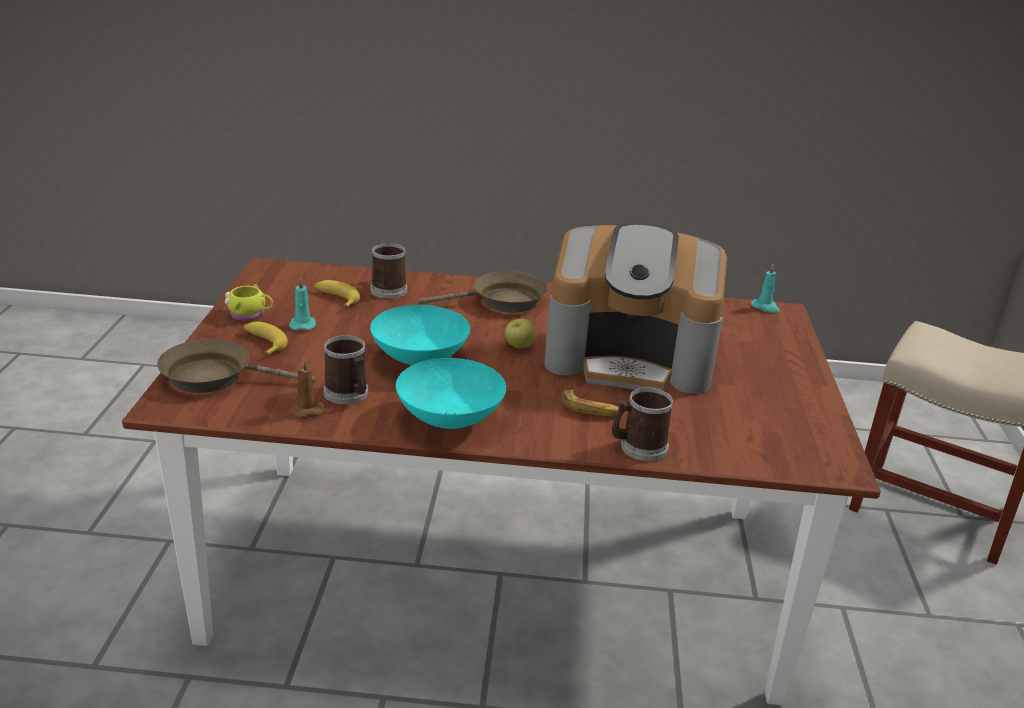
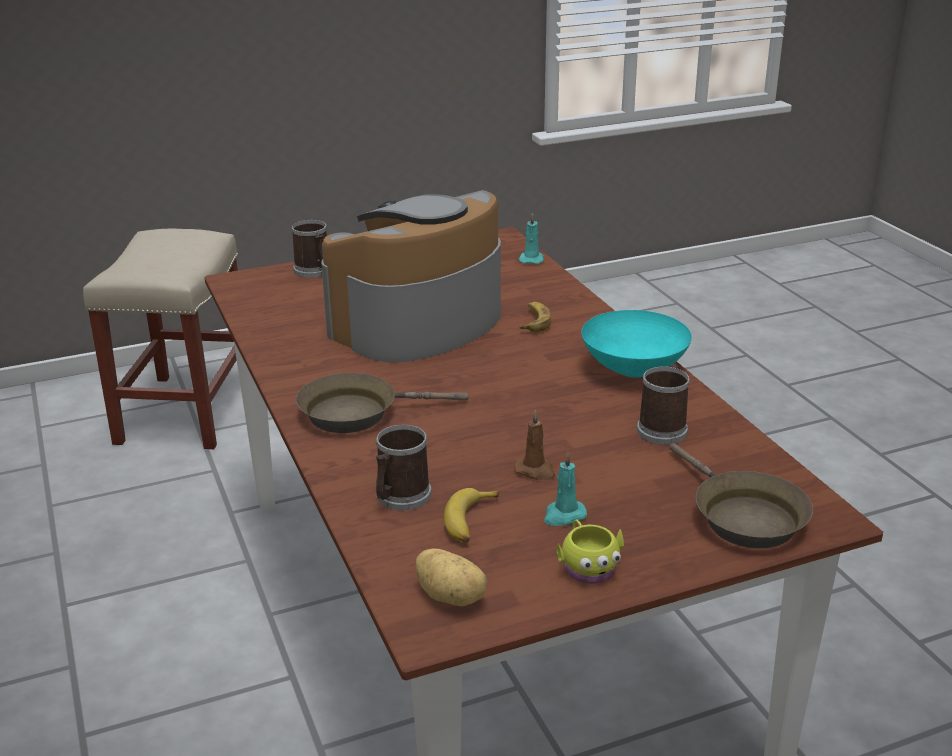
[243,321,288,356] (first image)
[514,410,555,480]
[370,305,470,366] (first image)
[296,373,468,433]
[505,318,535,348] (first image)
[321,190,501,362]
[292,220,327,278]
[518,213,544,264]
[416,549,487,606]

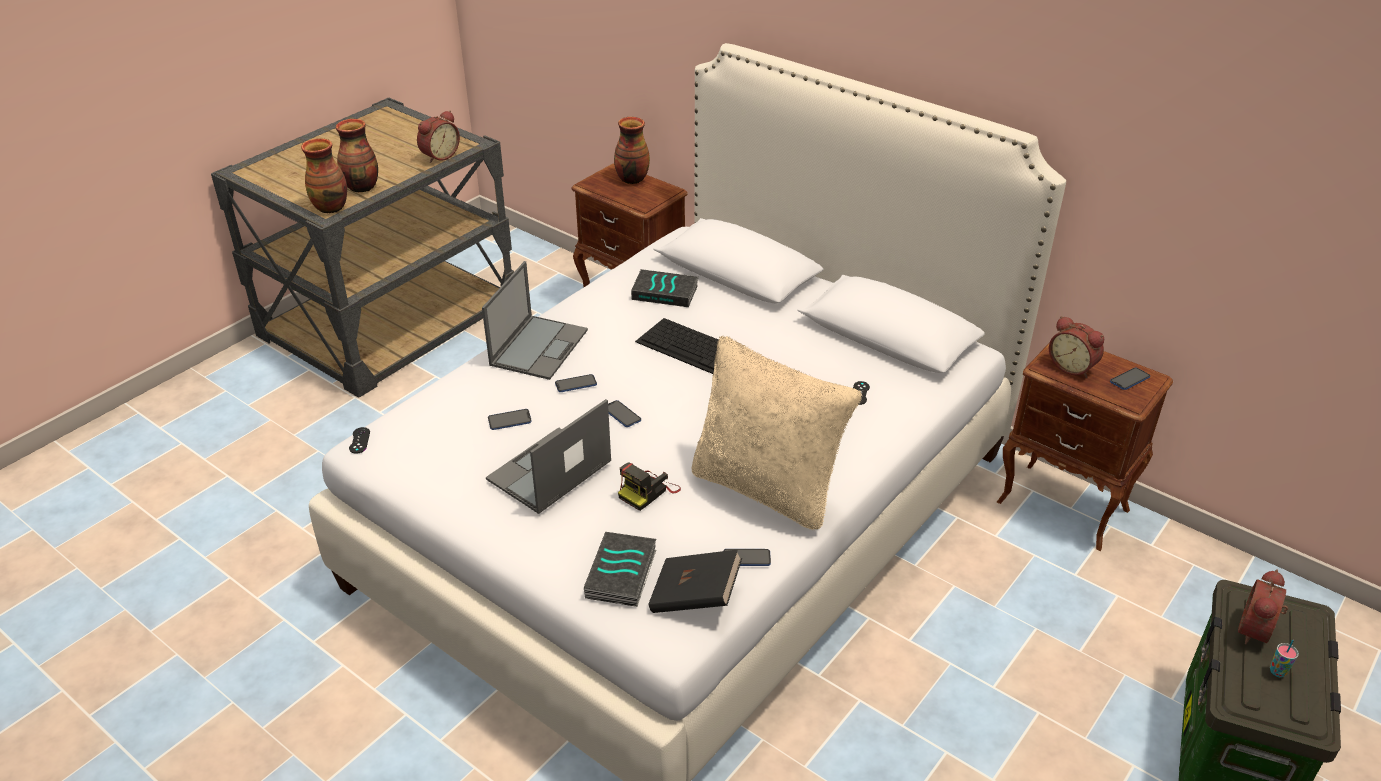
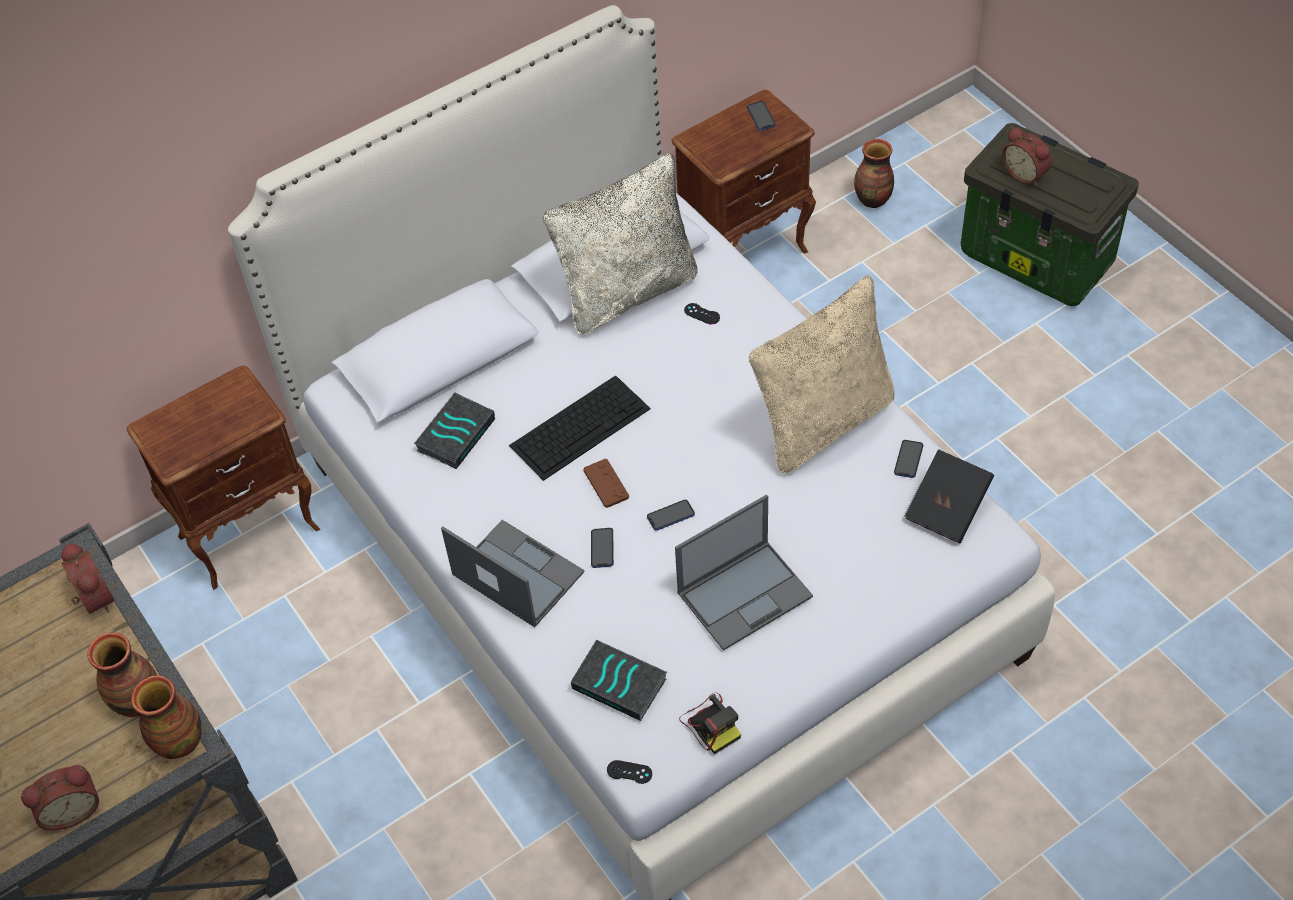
[675,494,813,651]
[488,409,532,430] (first image)
[571,640,667,721]
[854,139,894,208]
[679,692,741,754]
[21,765,99,830]
[1270,640,1299,677] (first image)
[542,152,698,335]
[583,458,629,508]

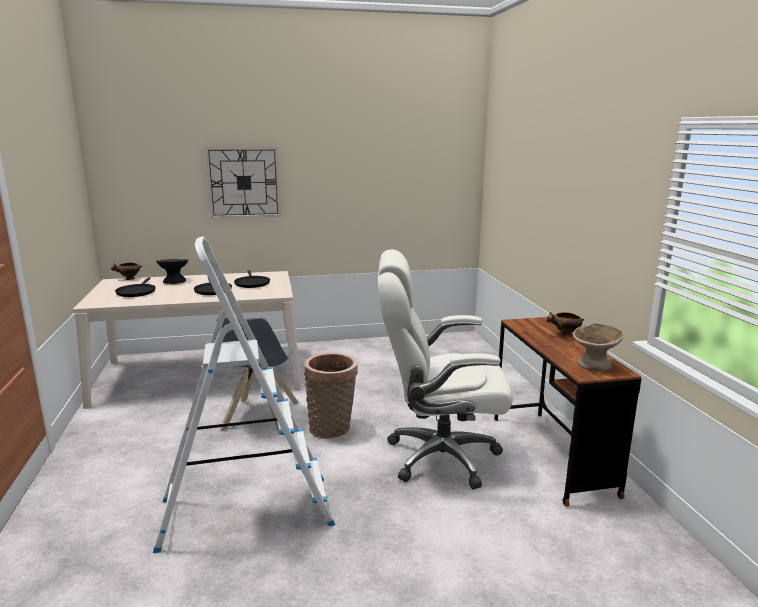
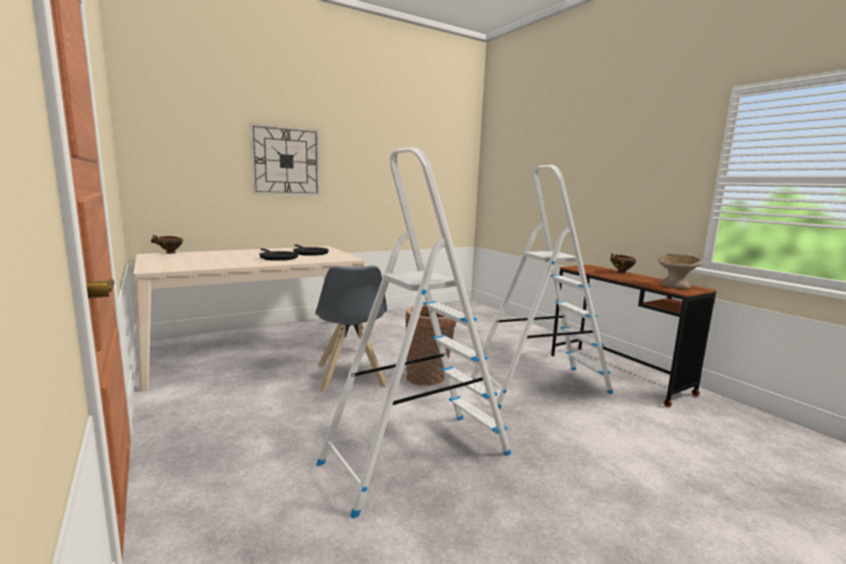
[115,277,156,297] (first image)
[156,259,189,284] (first image)
[470,165,613,409]

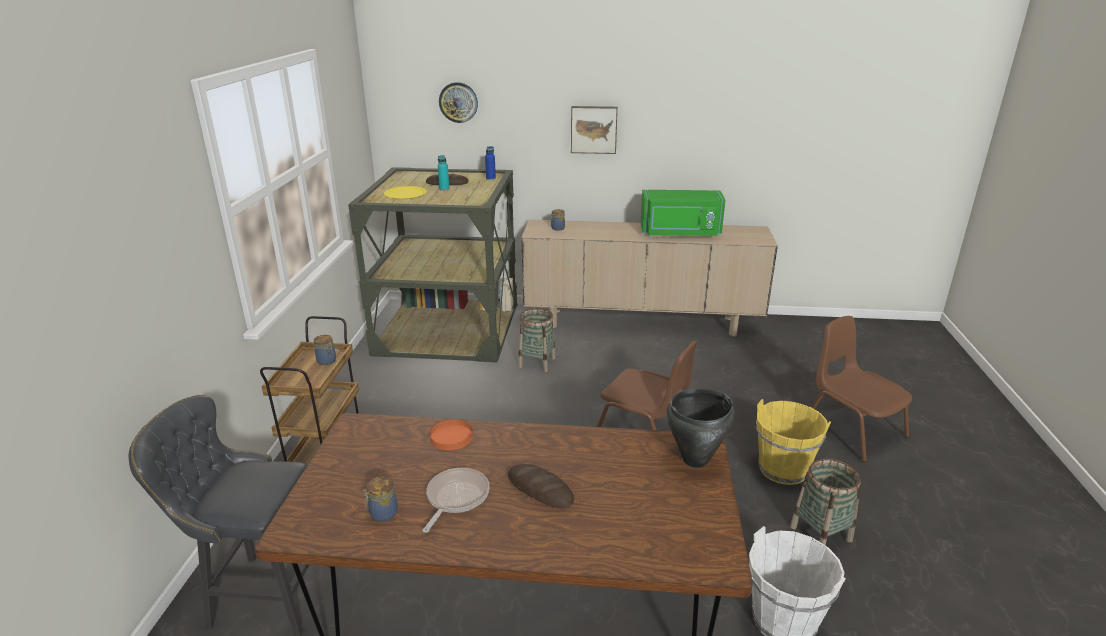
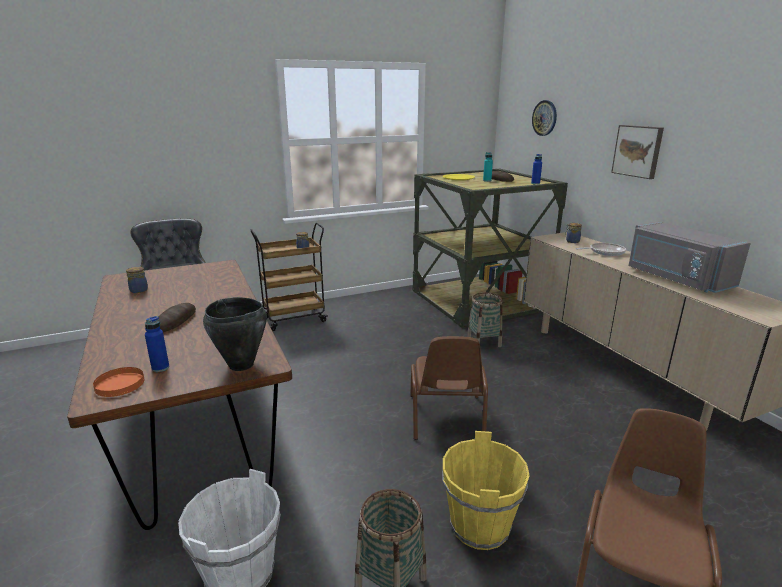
[575,243,626,256]
[93,367,144,397]
[628,221,751,293]
[145,316,169,372]

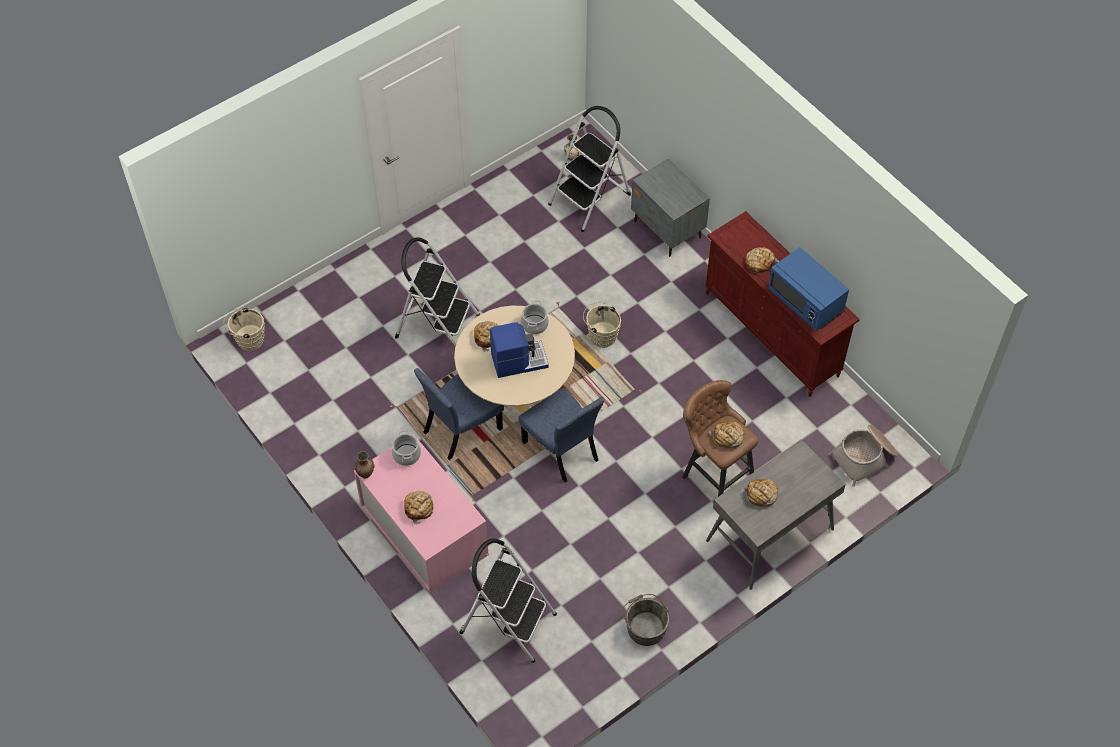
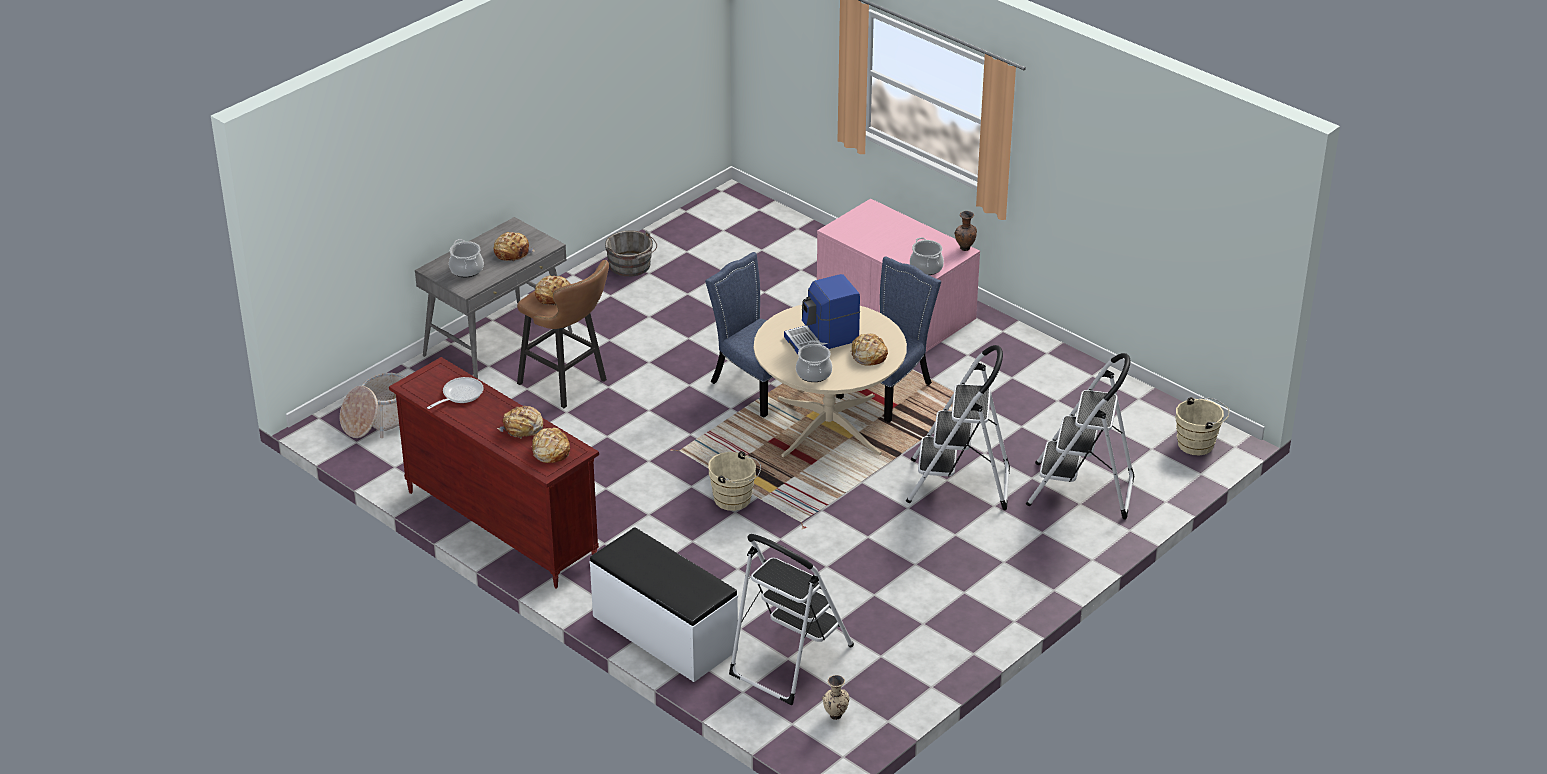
[531,428,570,463]
[1026,353,1134,520]
[590,528,738,682]
[427,377,484,409]
[449,239,484,277]

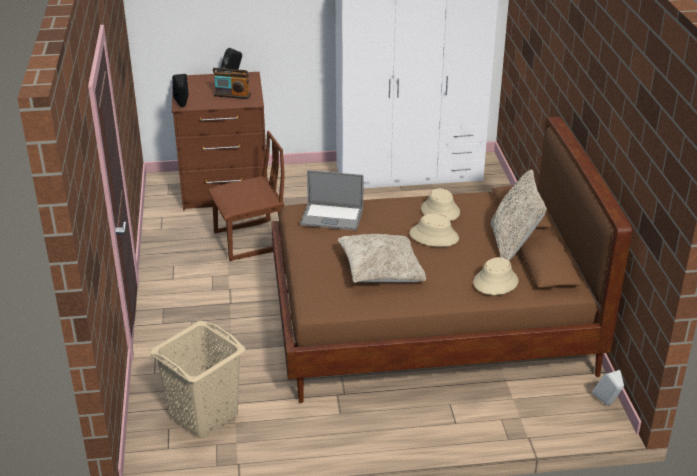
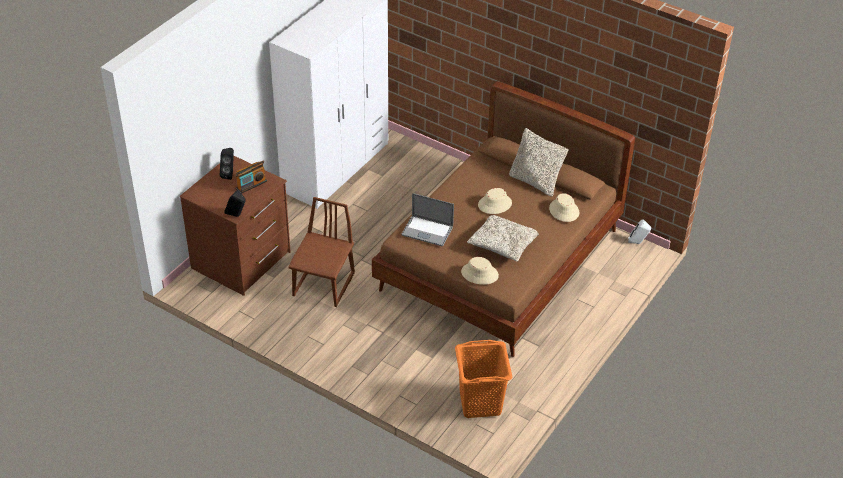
[455,340,512,418]
[401,193,454,247]
[461,257,499,285]

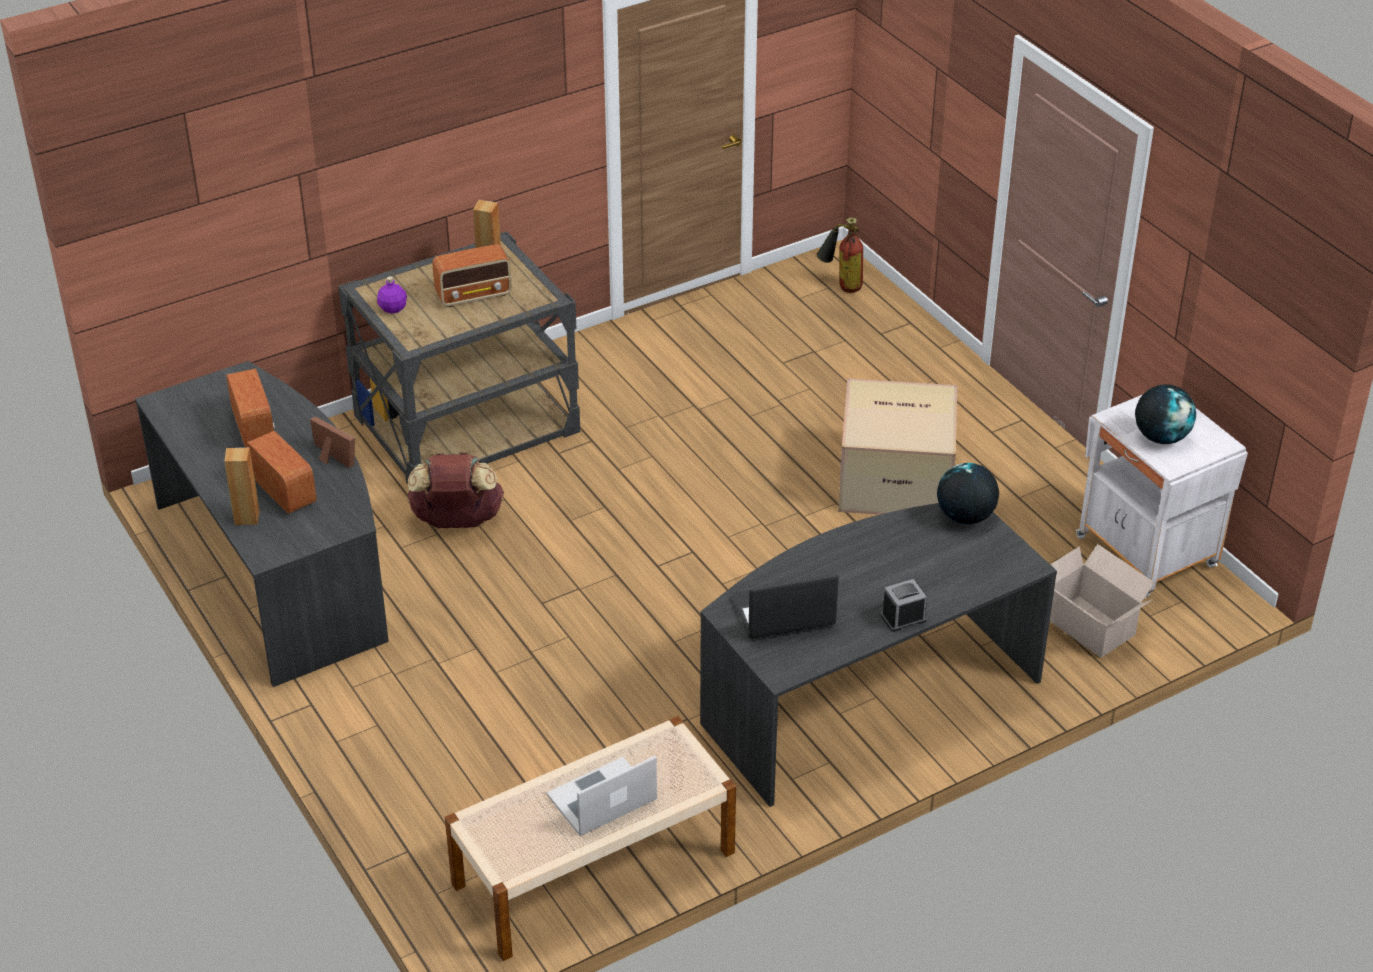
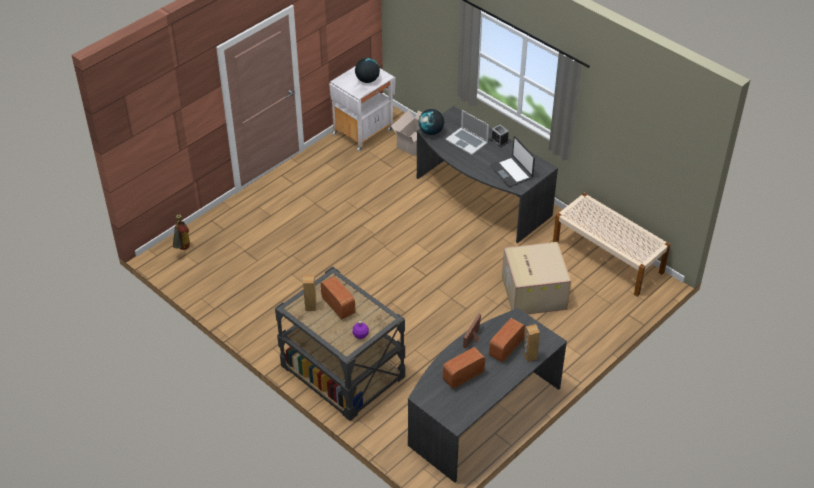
[408,452,504,528] (first image)
[445,110,489,155]
[502,242,571,314]

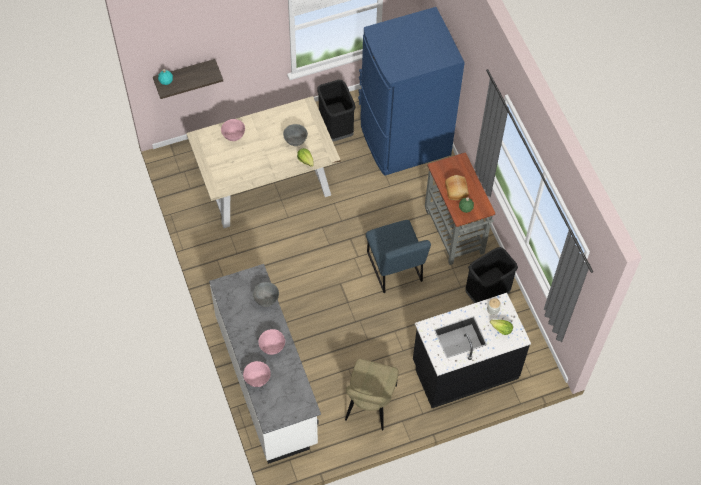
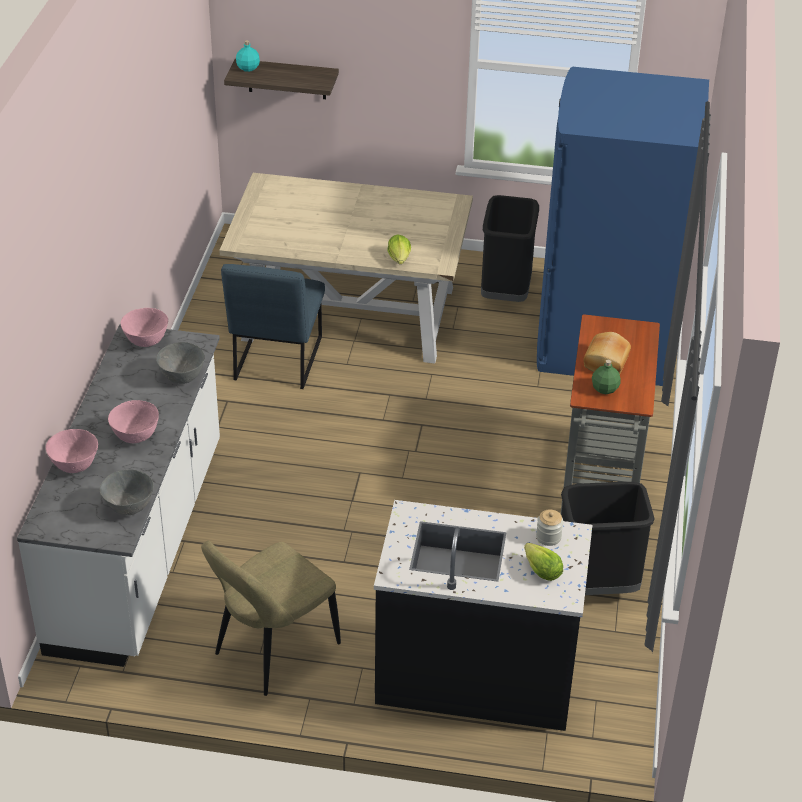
[120,308,168,347]
[100,469,154,515]
[221,264,325,389]

